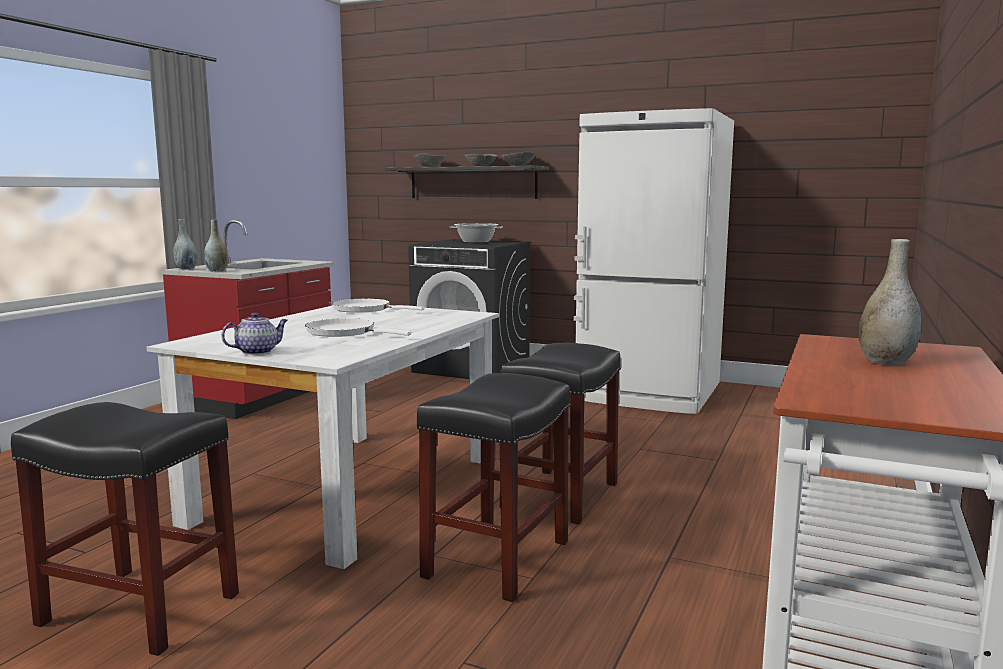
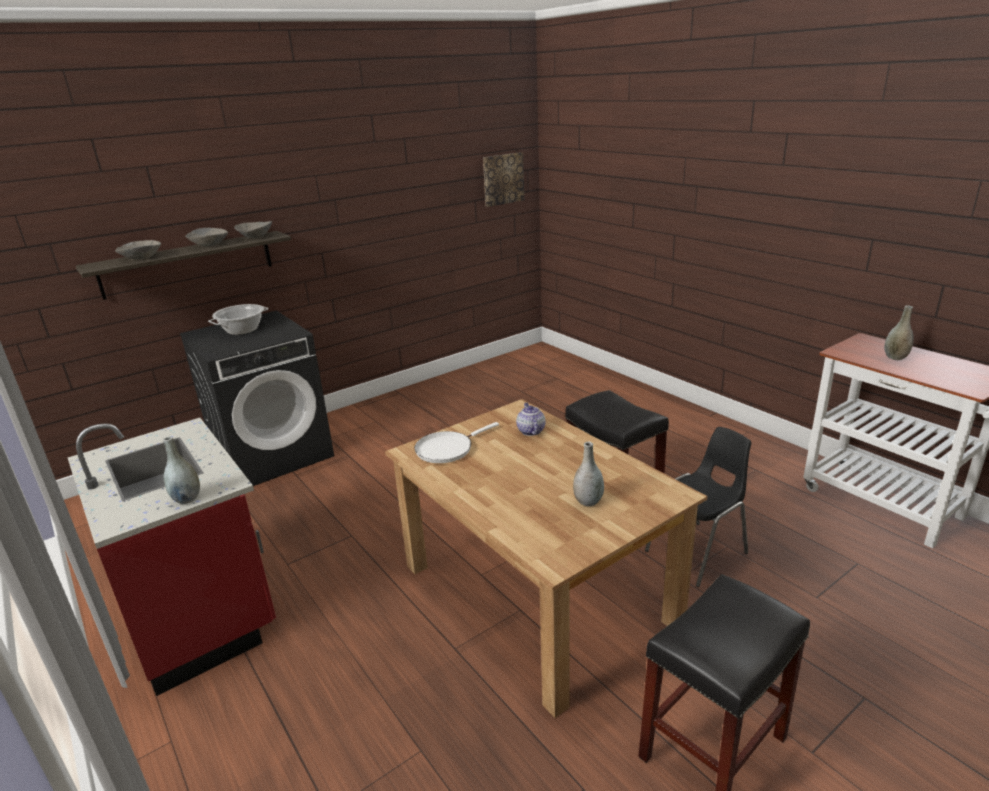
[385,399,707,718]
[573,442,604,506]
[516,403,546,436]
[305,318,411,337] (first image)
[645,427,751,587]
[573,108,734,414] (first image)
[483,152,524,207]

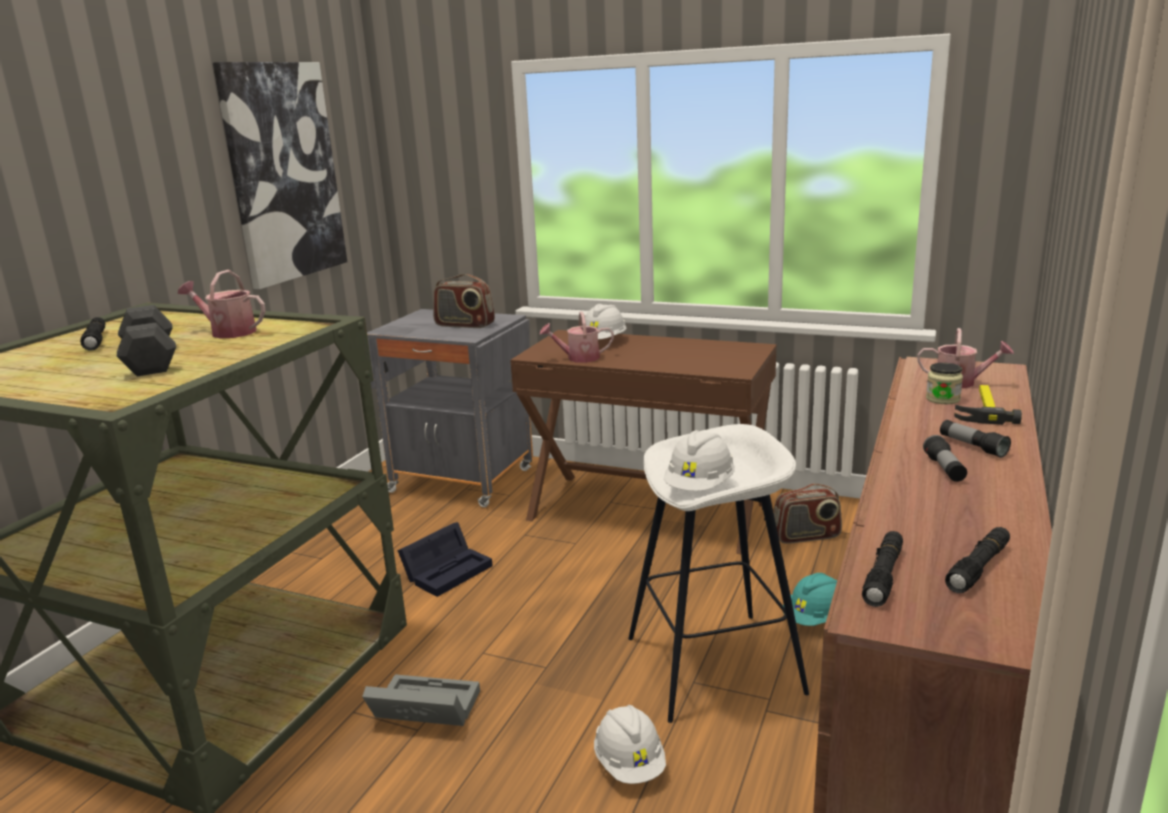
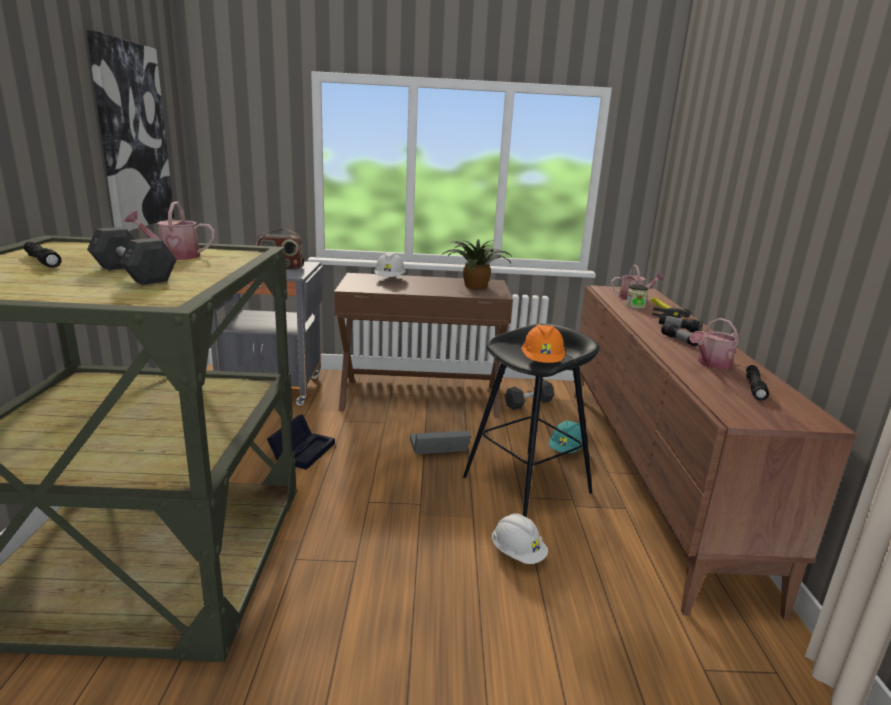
[410,431,471,454]
[689,318,739,370]
[463,323,600,517]
[521,324,566,363]
[504,380,555,410]
[862,531,903,607] (first image)
[443,239,513,289]

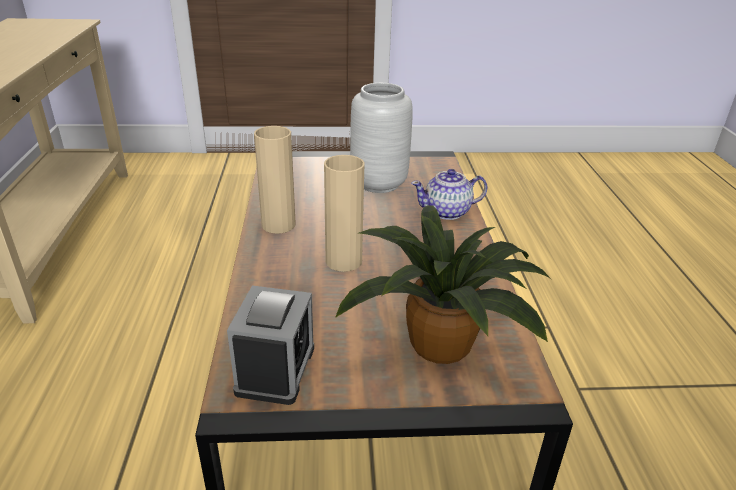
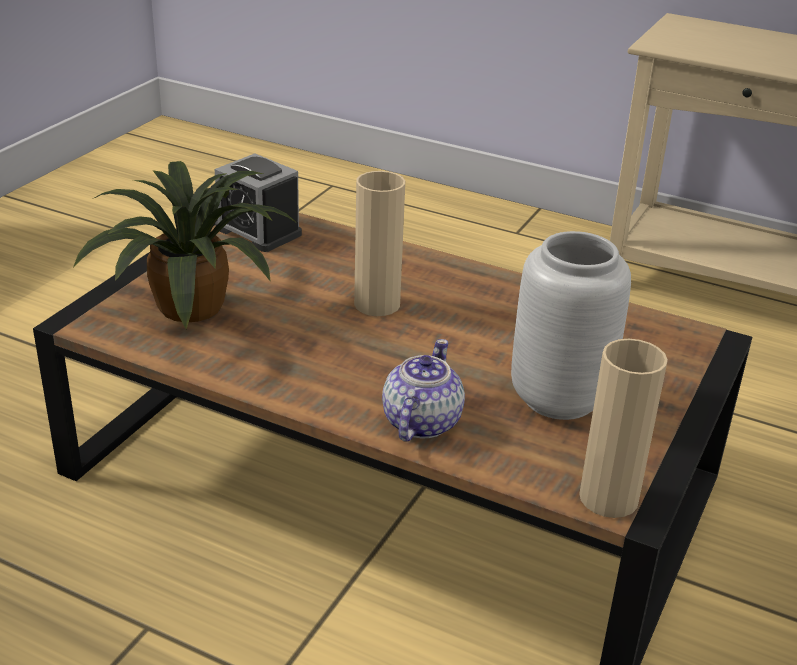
[579,339,668,518]

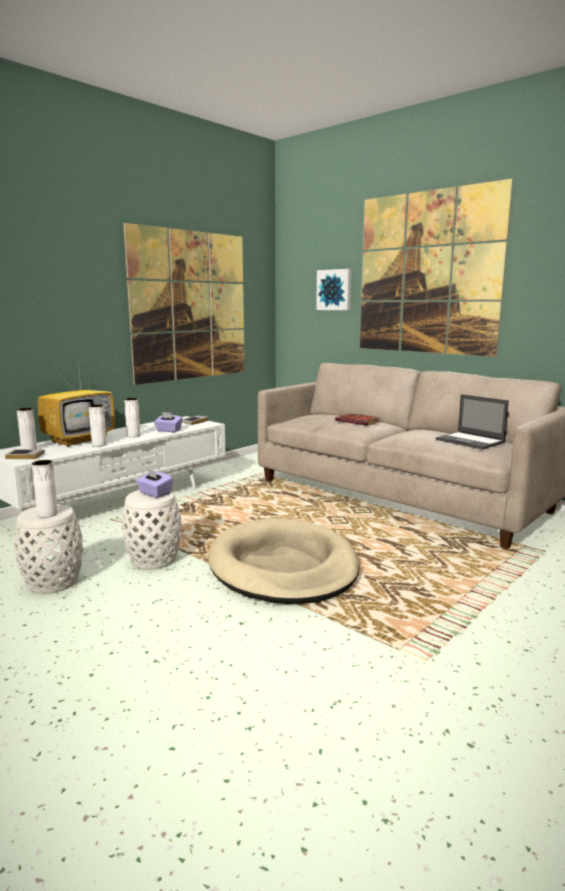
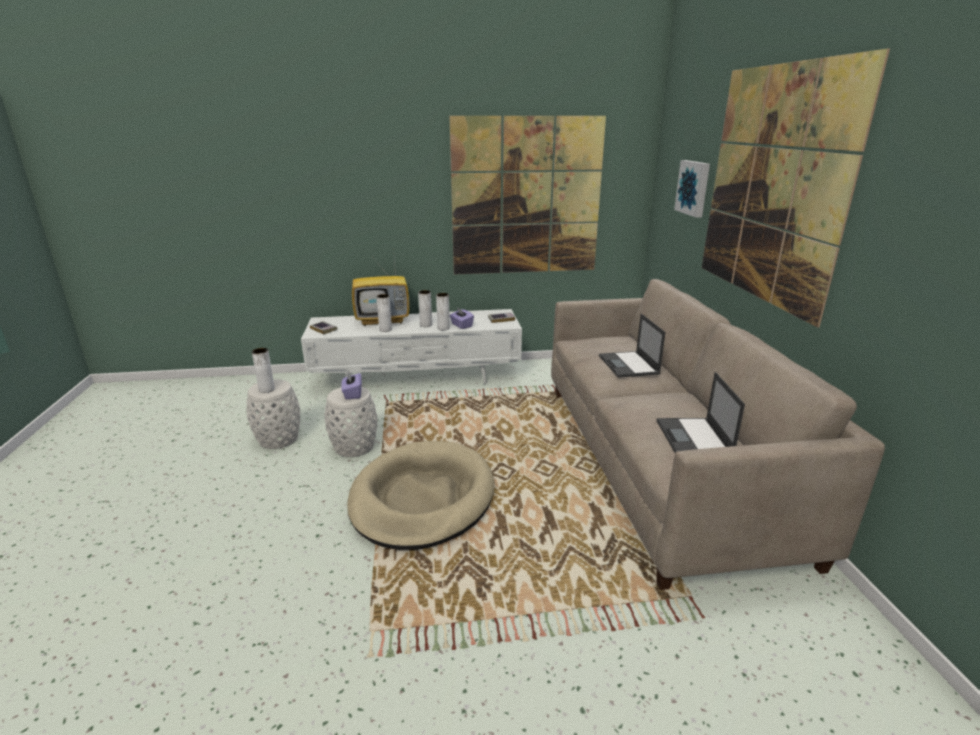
[436,293,450,330]
[599,314,665,378]

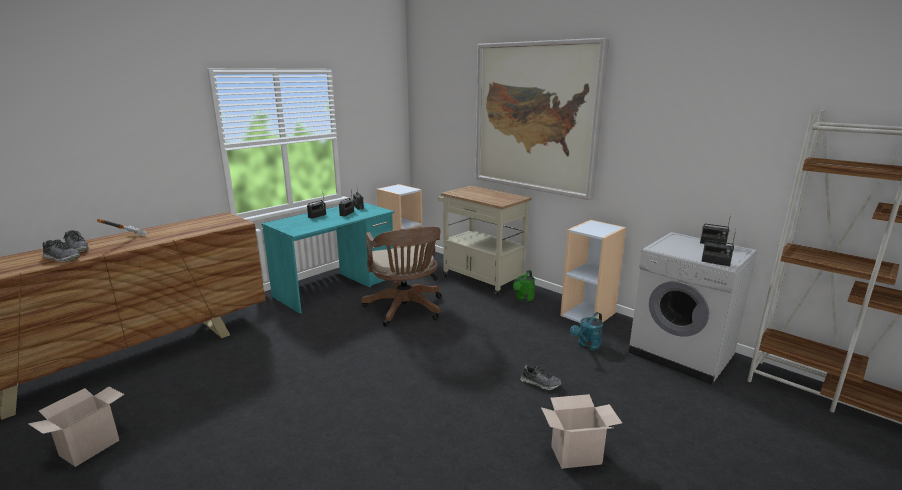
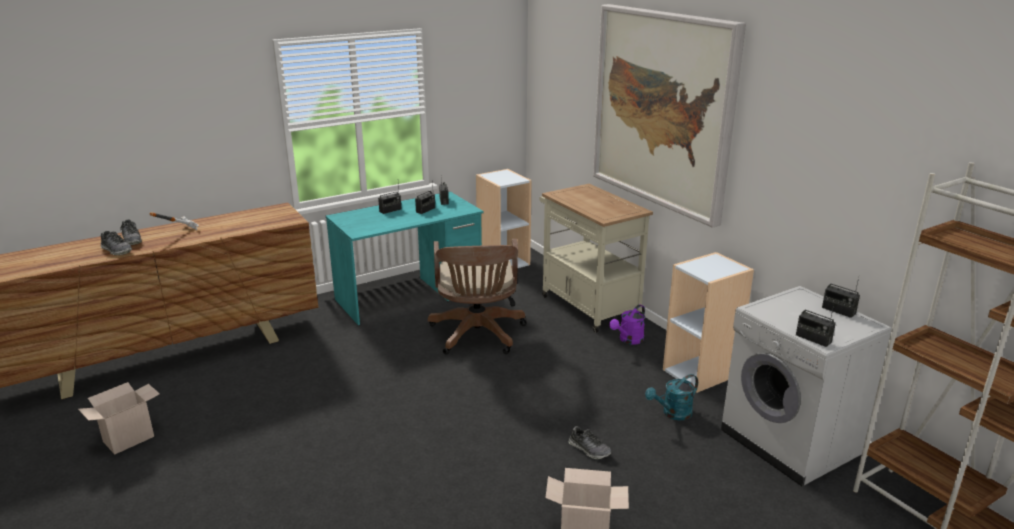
[609,304,645,345]

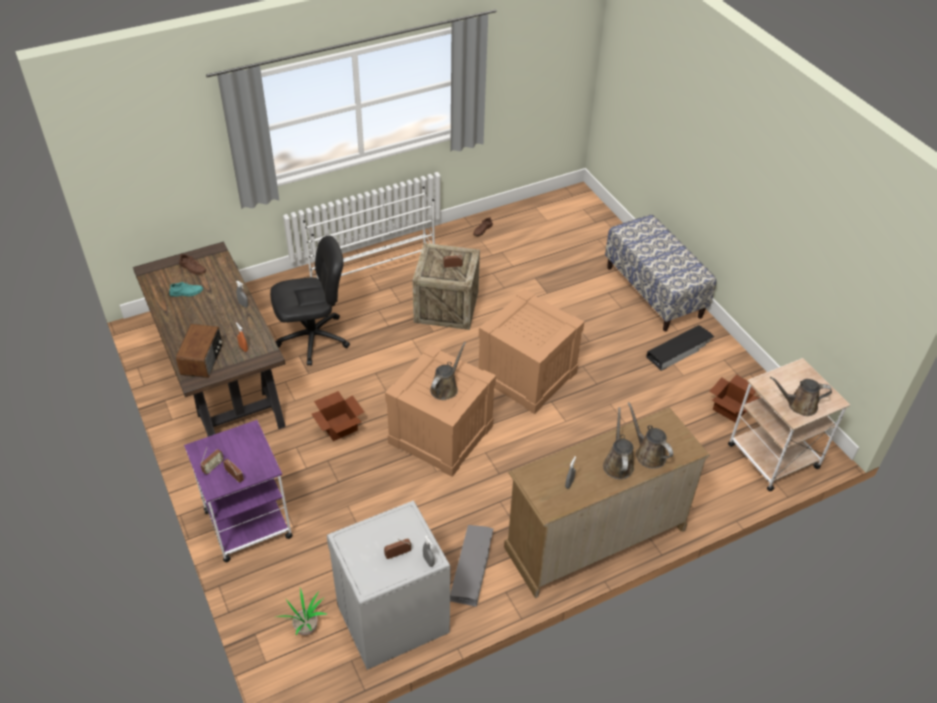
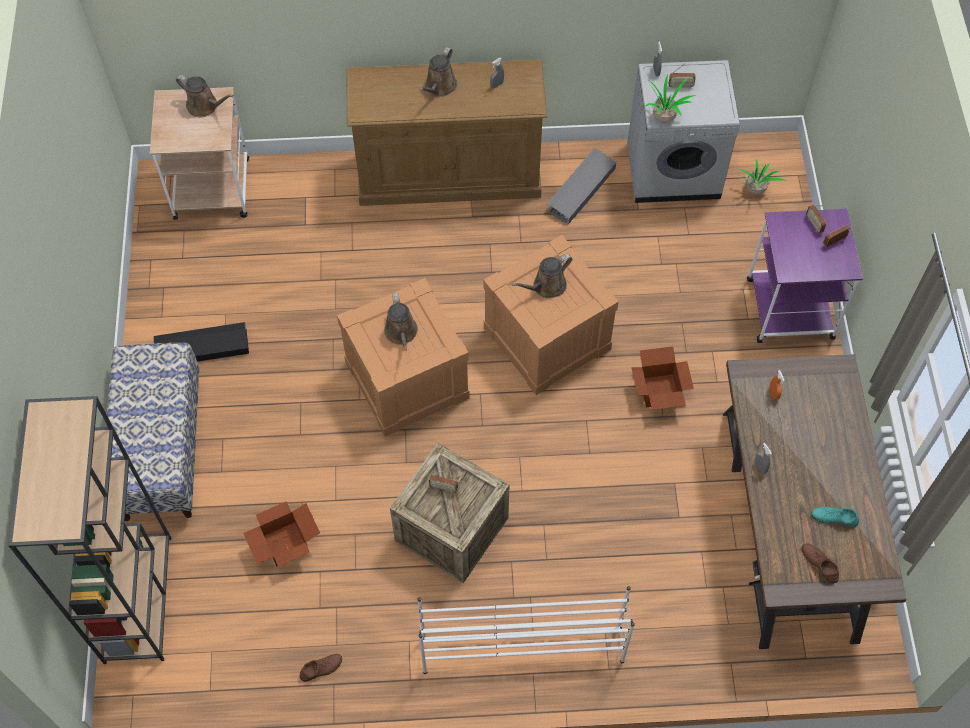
[176,324,223,378] (first image)
[270,235,350,366] (first image)
[384,293,418,351]
[243,501,320,567]
[8,396,171,664]
[646,74,696,122]

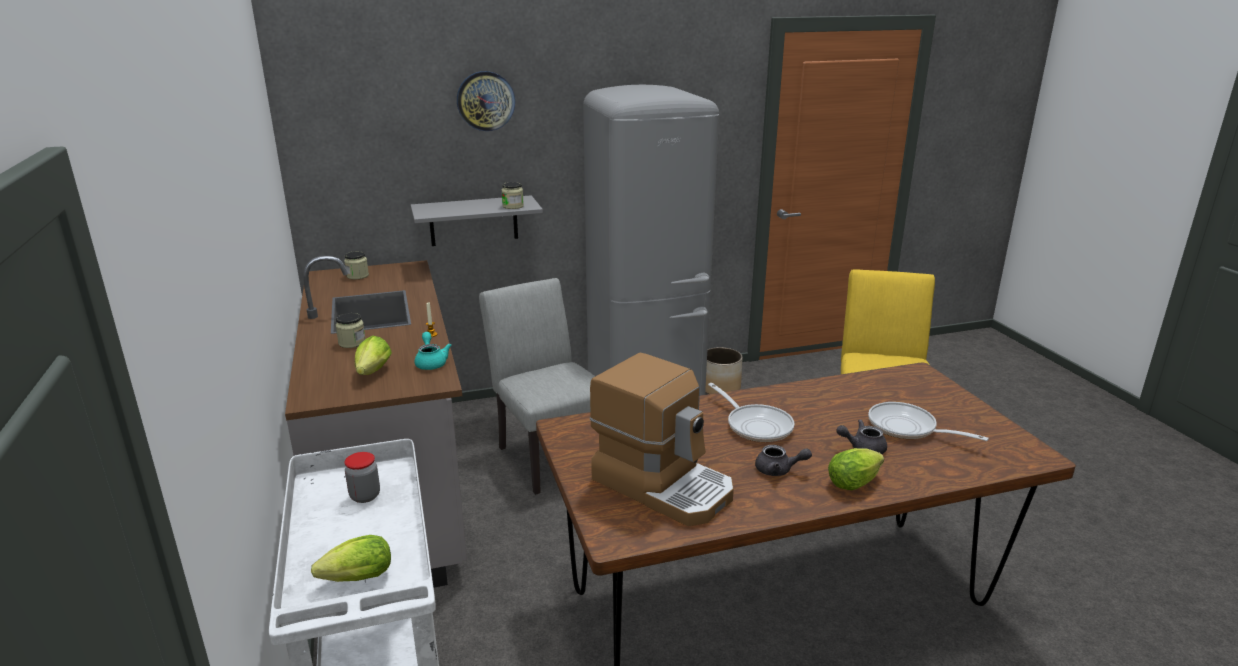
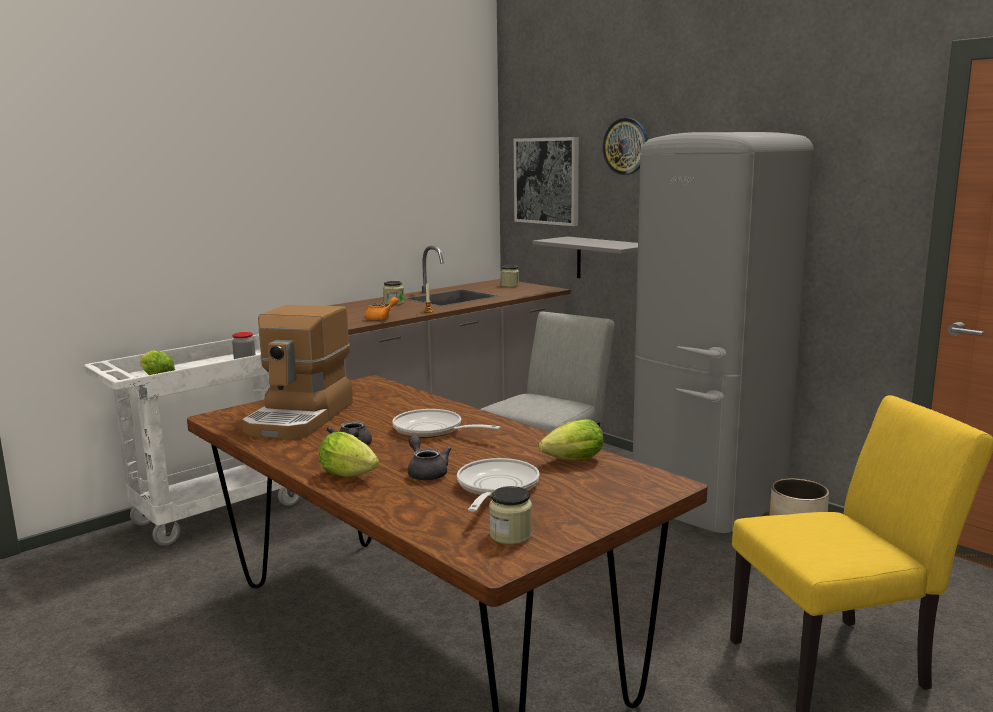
[539,419,603,460]
[365,297,398,321]
[489,486,532,545]
[392,409,501,438]
[514,137,579,226]

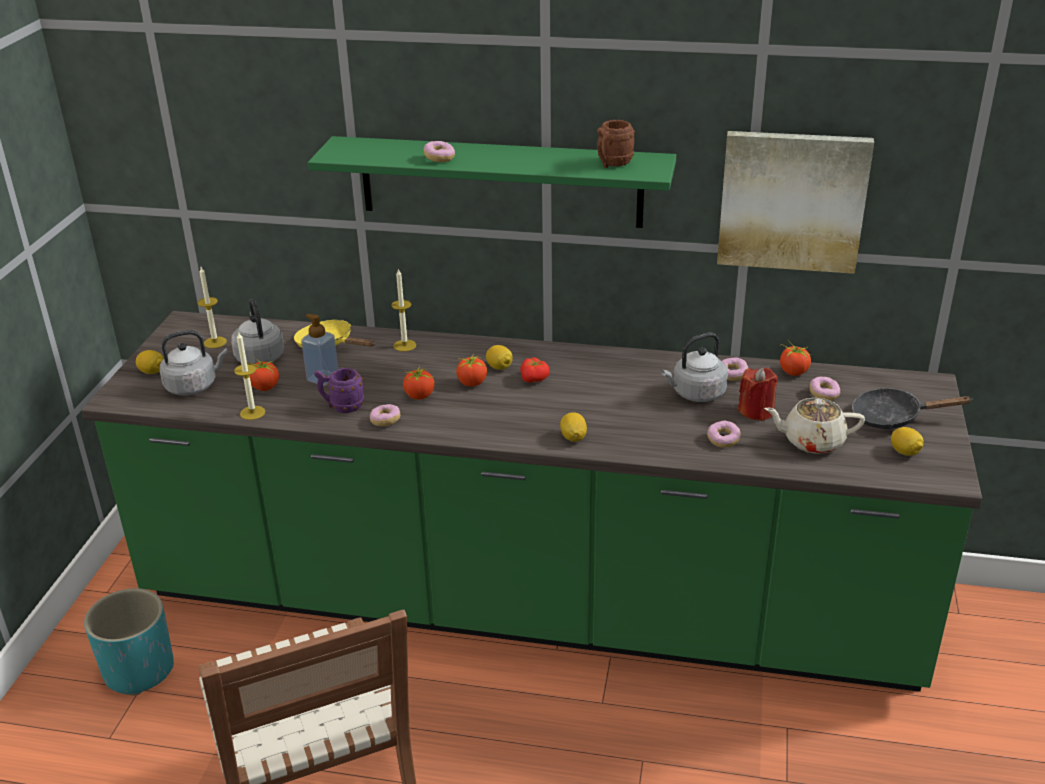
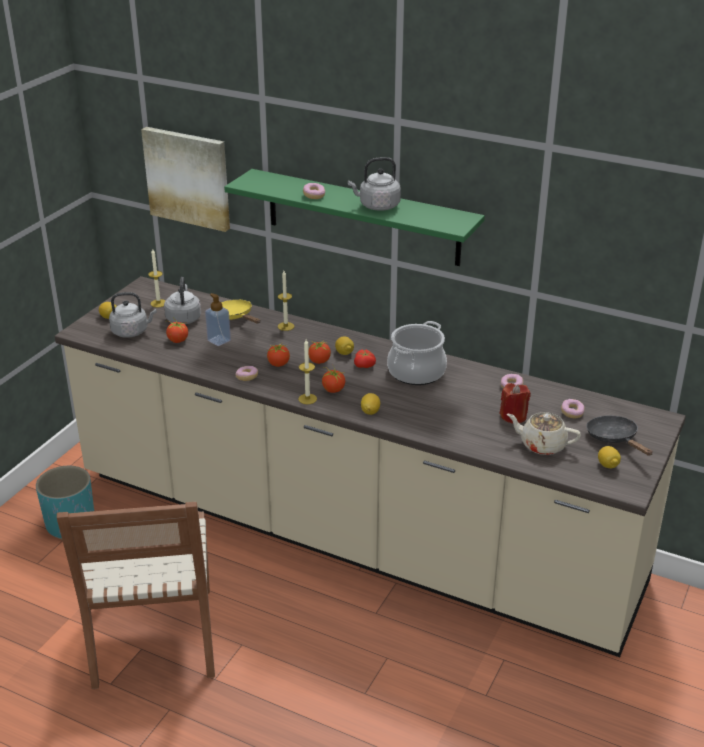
[55,276,686,657]
[298,339,317,404]
[314,368,364,413] (first image)
[597,120,635,168] (first image)
[348,157,401,211]
[707,421,741,448] (first image)
[141,127,230,232]
[322,367,345,393]
[586,415,653,456]
[387,321,447,385]

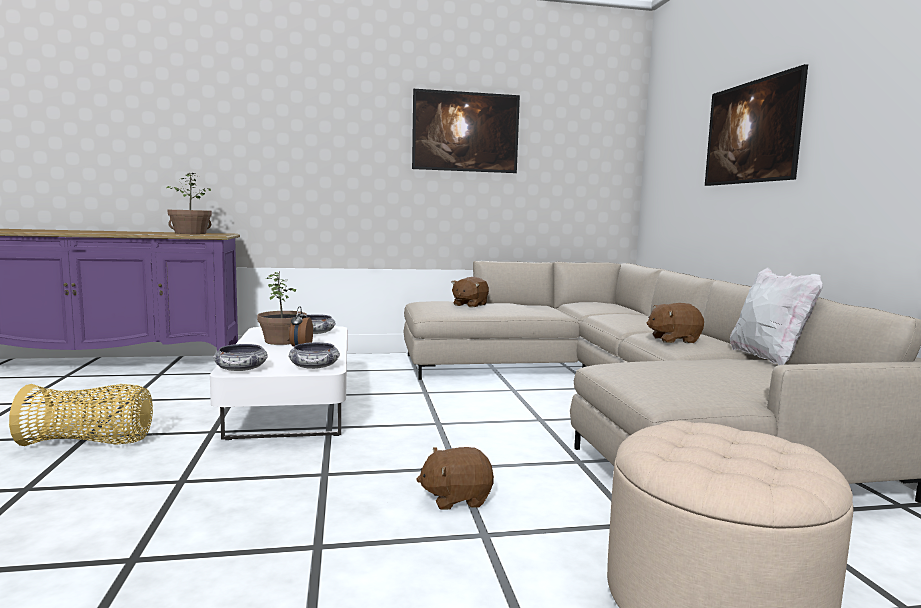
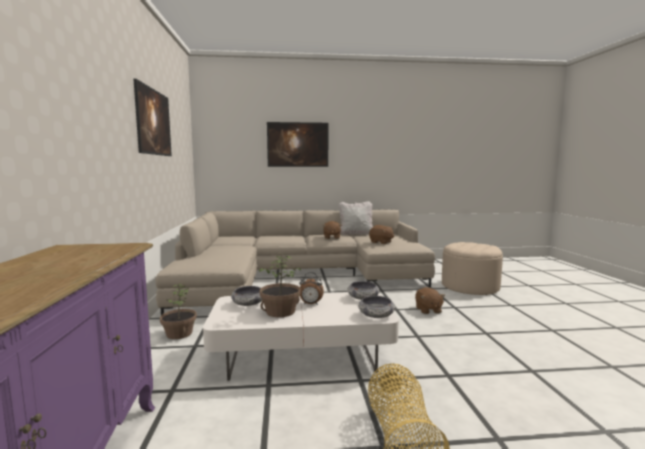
[160,283,197,339]
[369,225,394,244]

